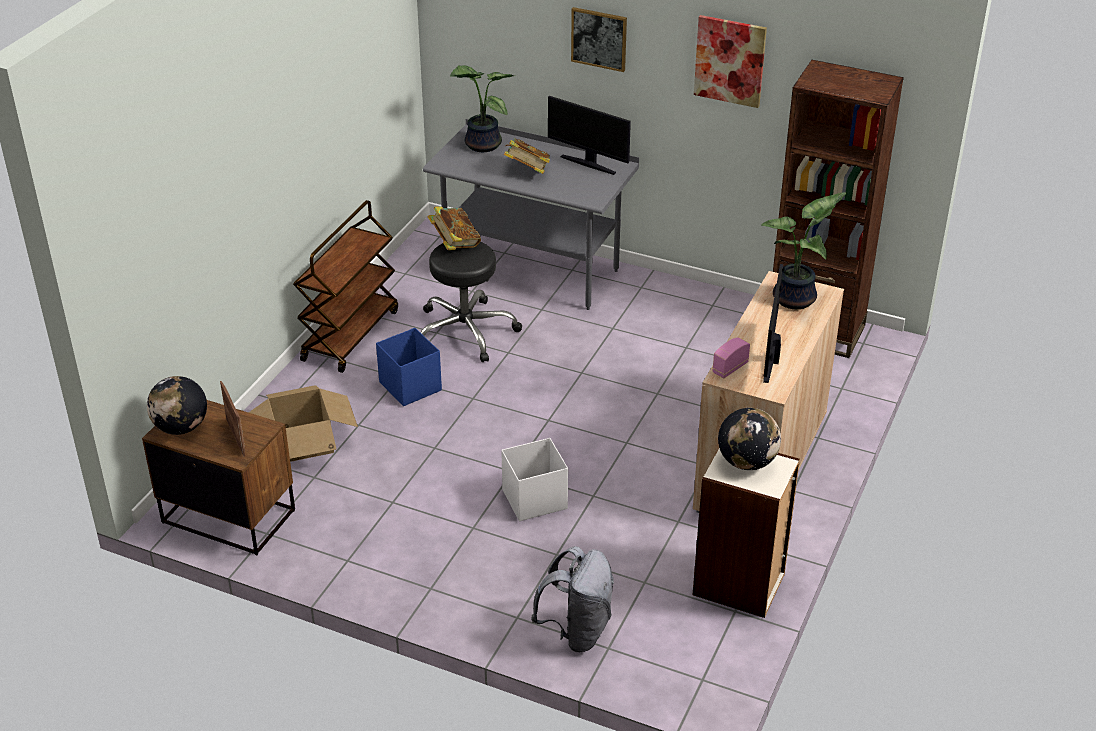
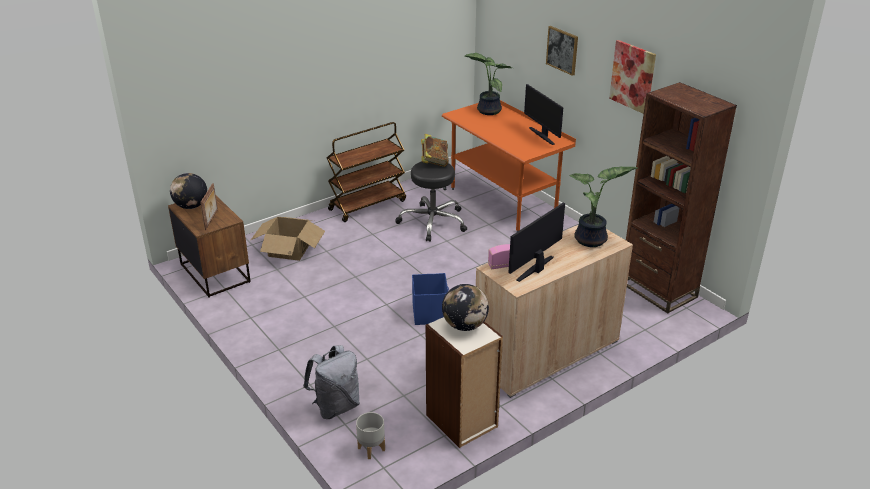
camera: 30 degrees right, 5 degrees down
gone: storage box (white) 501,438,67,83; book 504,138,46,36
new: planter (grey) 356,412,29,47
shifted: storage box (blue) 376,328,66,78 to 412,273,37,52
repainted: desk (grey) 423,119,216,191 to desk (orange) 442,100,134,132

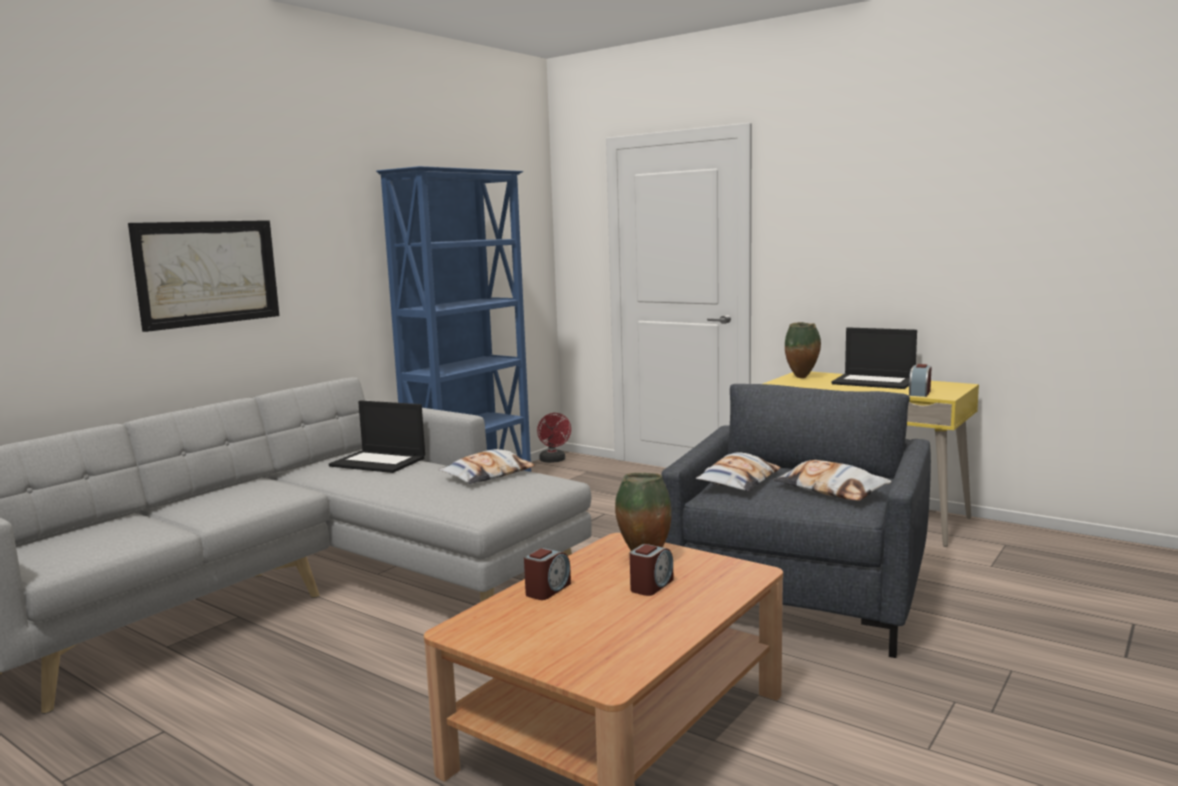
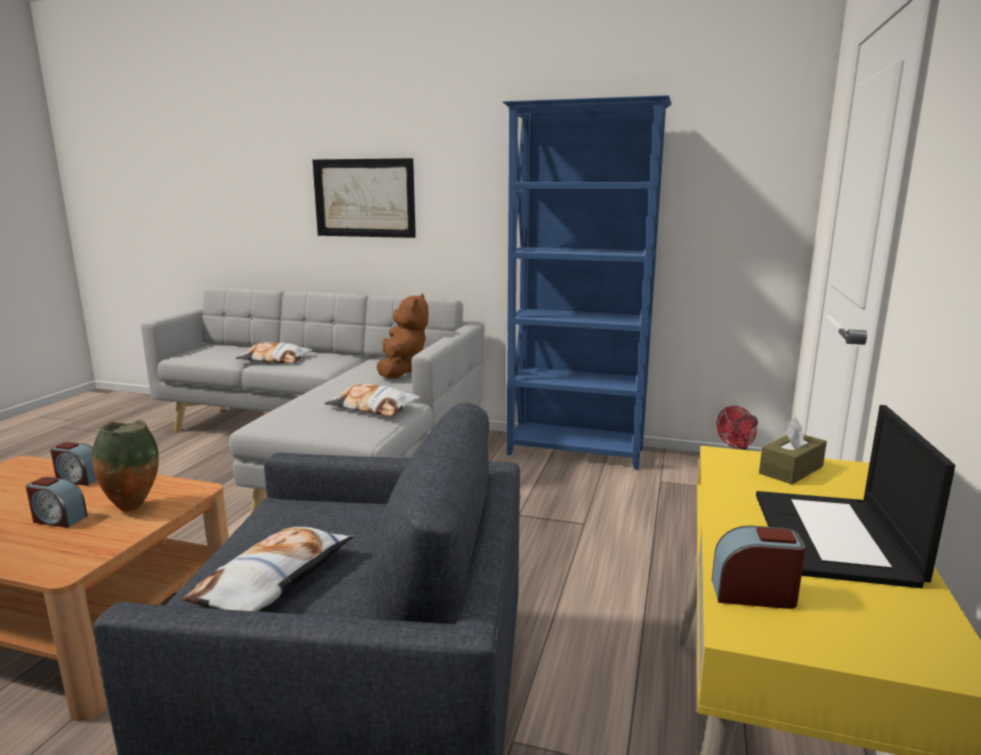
camera: 70 degrees right, 5 degrees up
shifted: pillow 696,452,85,39 to 236,342,77,21
swapped: laptop 329,400,96,73 to plush toy (brown) 376,293,52,85; vase 785,322,36,56 to tissue box (brown) 759,417,68,67

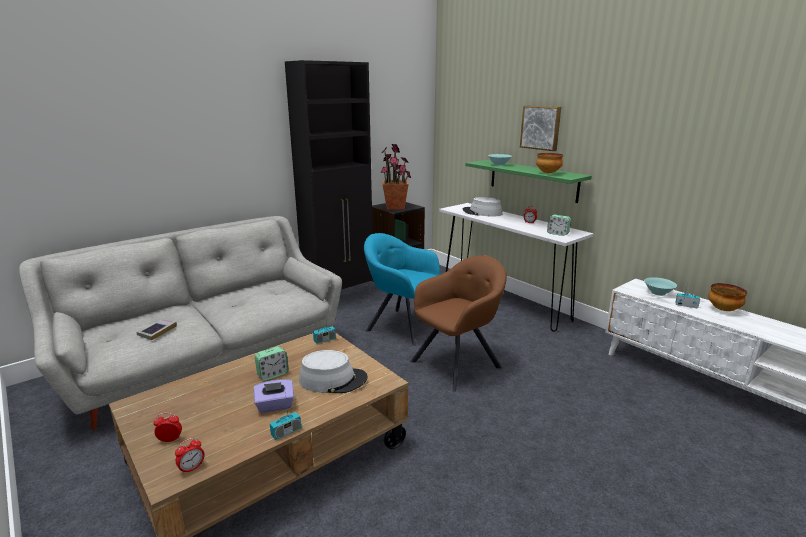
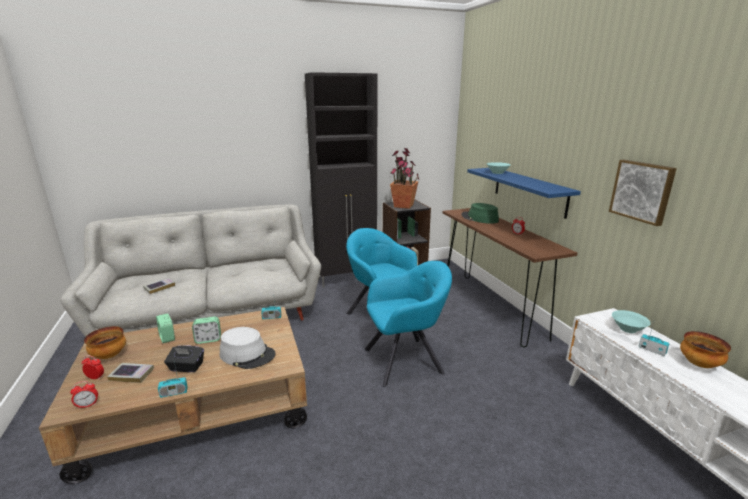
camera: 20 degrees right, 0 degrees up
new: book 107,363,47,20
shifted: picture 520,106,41,45 to 609,160,68,66; bowl 536,153,27,20 to 84,326,42,33; alarm clock 547,215,24,21 to 156,313,19,30
repainted: tissue box (purple) 254,379,40,34 to tissue box (black) 164,345,40,27; armchair (brown) 410,255,97,136 to armchair (turquoise) 364,261,88,126; console table (white) 439,203,155,129 to console table (brown) 443,208,134,140; hat (grey) 463,197,39,20 to hat (green) 461,203,38,21; shelf (green) 465,160,127,43 to shelf (blue) 467,168,114,51

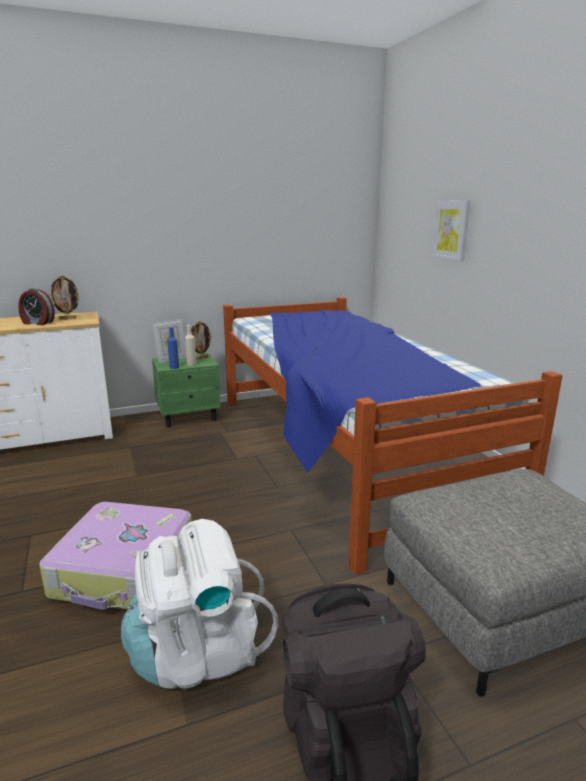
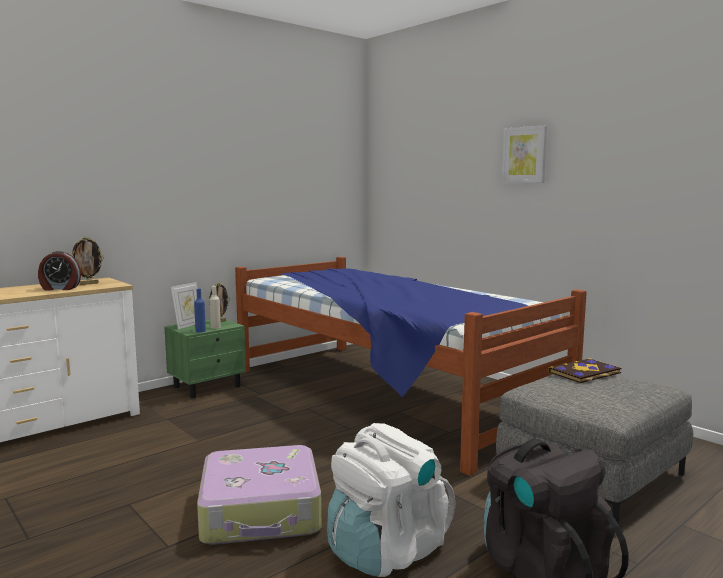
camera: 20 degrees left, 10 degrees down
new: book 548,358,74,25
shifted: picture 431,200,40,61 to 502,125,45,58

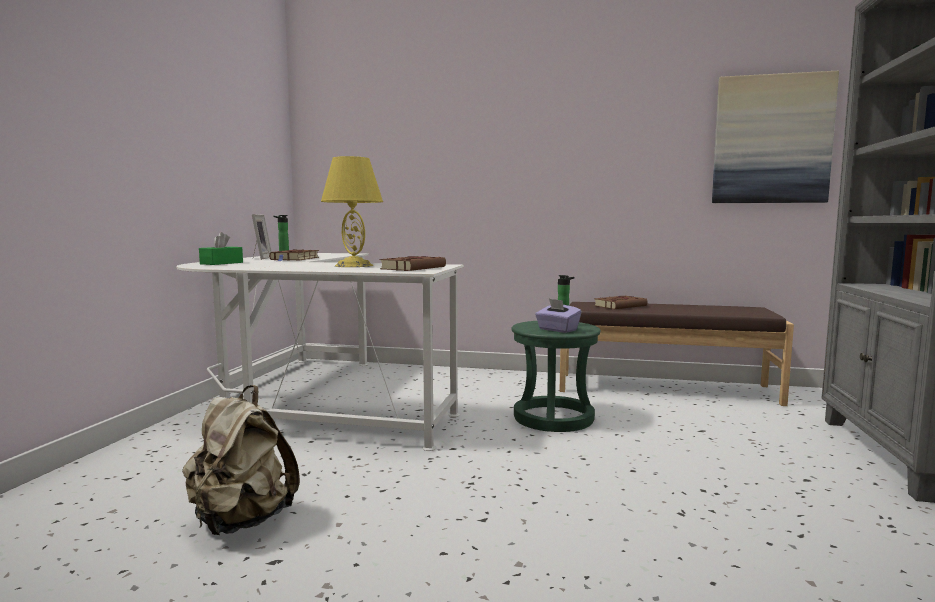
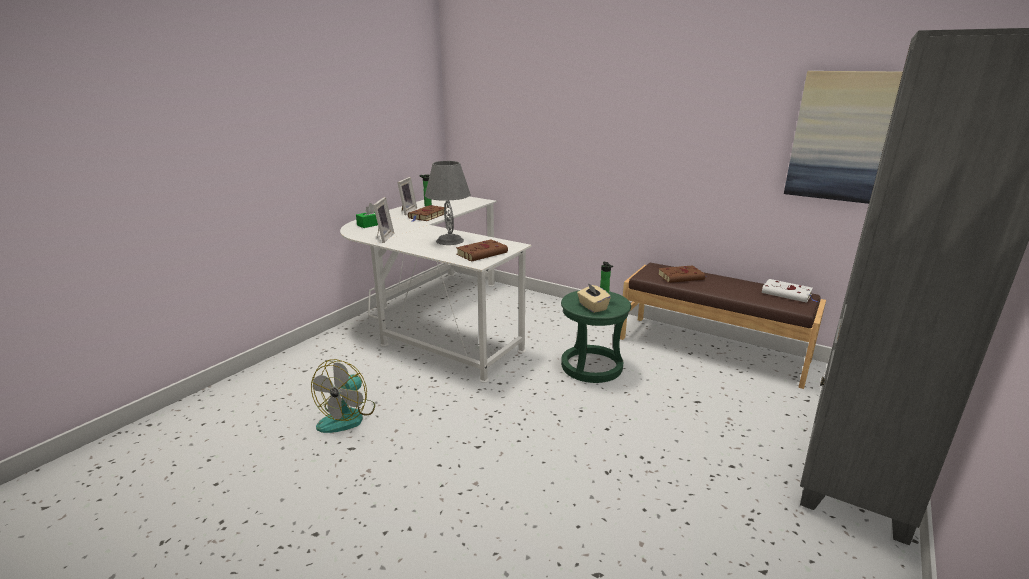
camera: 20 degrees right, 15 degrees up
new: picture frame 373,197,21,46; book (white) 762,279,55,24
swapped: backpack (beige) 182,385,118,150 to fan 311,359,64,74
repainted: table lamp (yellow) 321,156,62,111 to table lamp (grey) 425,161,46,84; tissue box (purple) 535,299,47,34 to tissue box (beige) 577,283,34,30

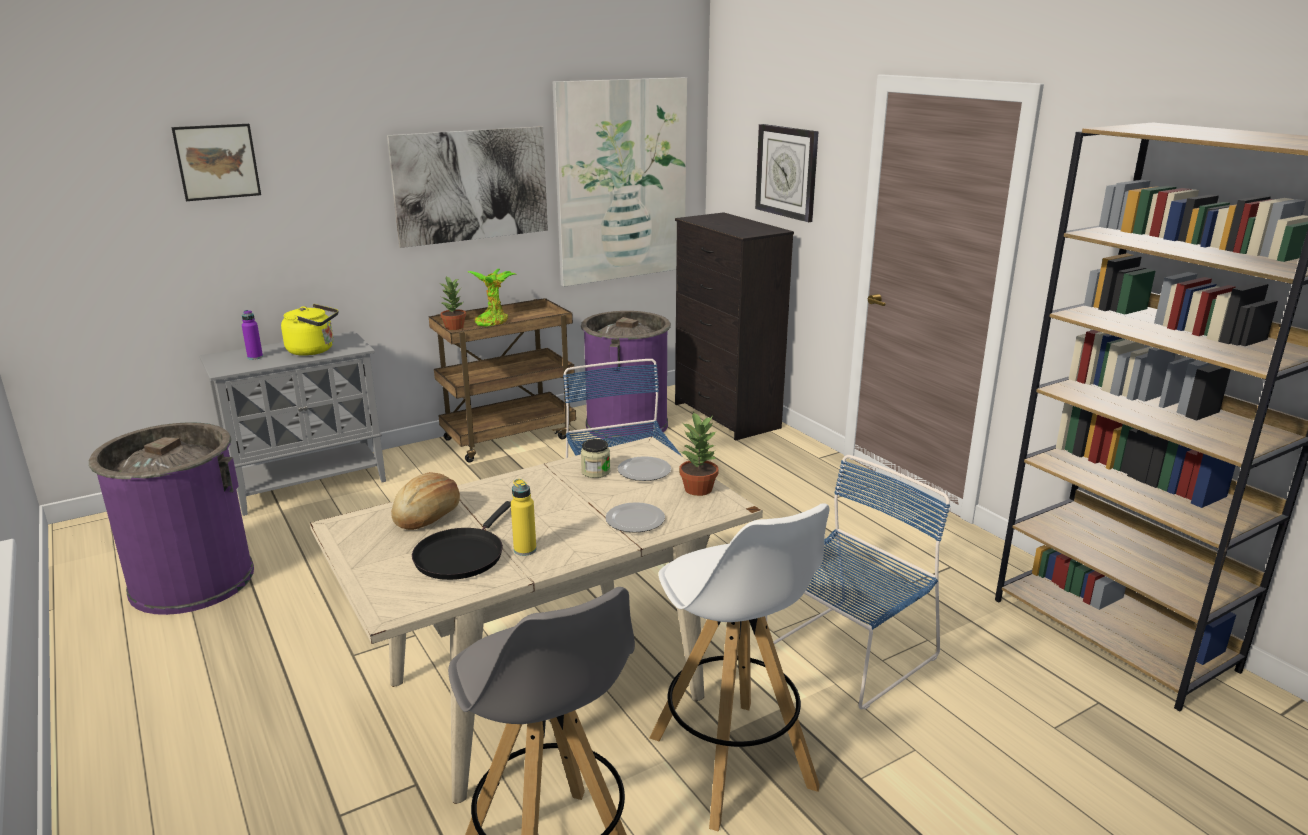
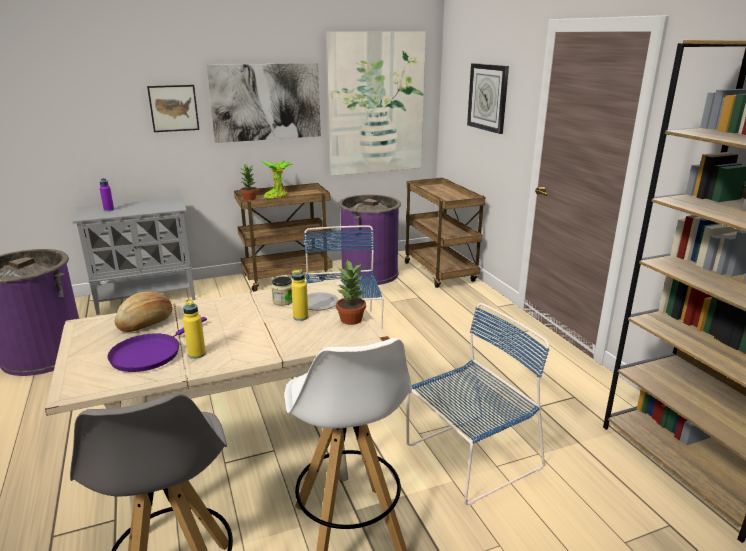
camera: 10 degrees right, 0 degrees up
gone: kettle (yellow) 281,304,57,52; plate 605,502,60,31
new: bottle (yellow) 291,269,18,52
shifted: picture 171,124,90,77 to 147,85,52,47
swapped: dresser (black) 675,212,119,229 to cart (brown) 405,178,80,110
repainted: frying pan (black) 412,501,99,79 to frying pan (purple) 107,317,100,55

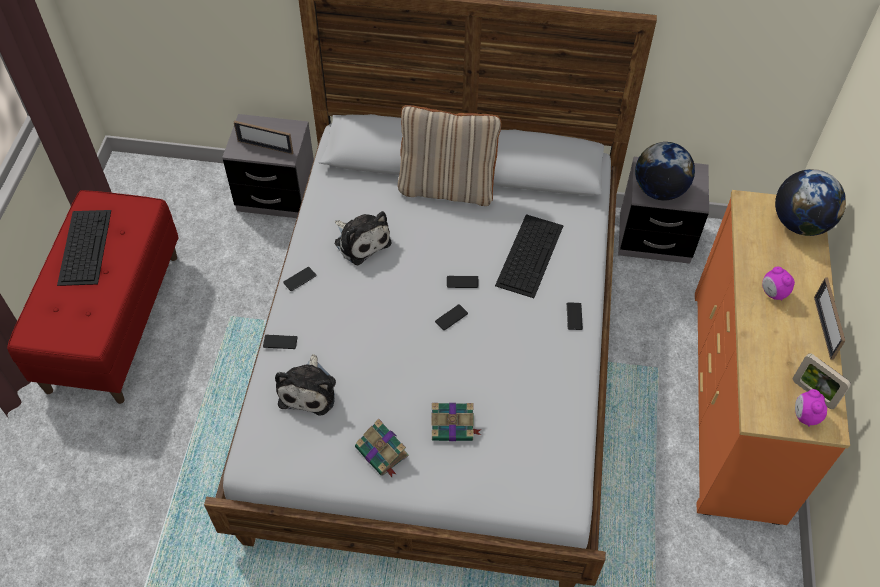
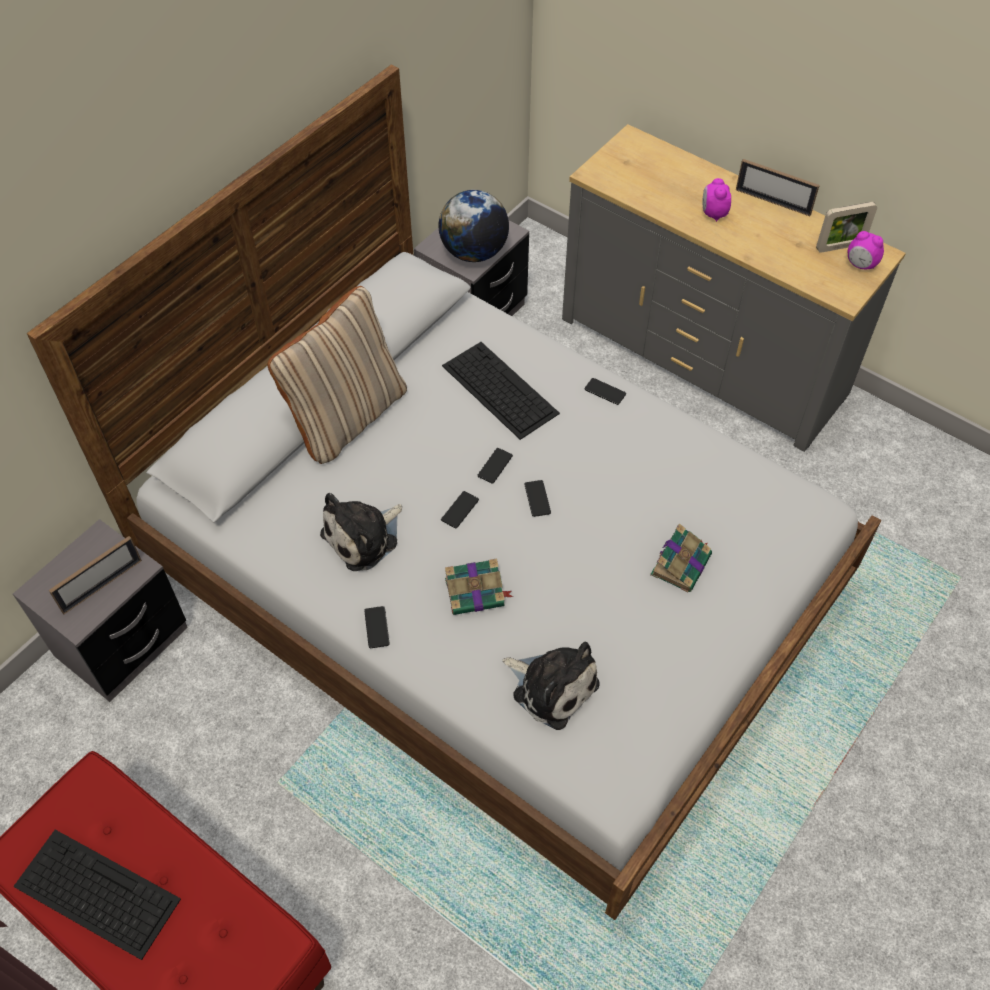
camera: 60 degrees left, 0 degrees up
gone: globe 775,169,71,67
shifted: phone 263,335,35,14 to 441,491,38,37; book 355,419,54,58 to 445,559,68,56
repainted: dresser (orange) 695,190,155,335 to dresser (grey) 562,124,344,328
rotated: plush toy 335,211,57,55 = 320,493,82,78 150 degrees clockwise; alarm clock 762,267,33,33 = 702,178,29,44 90 degrees clockwise

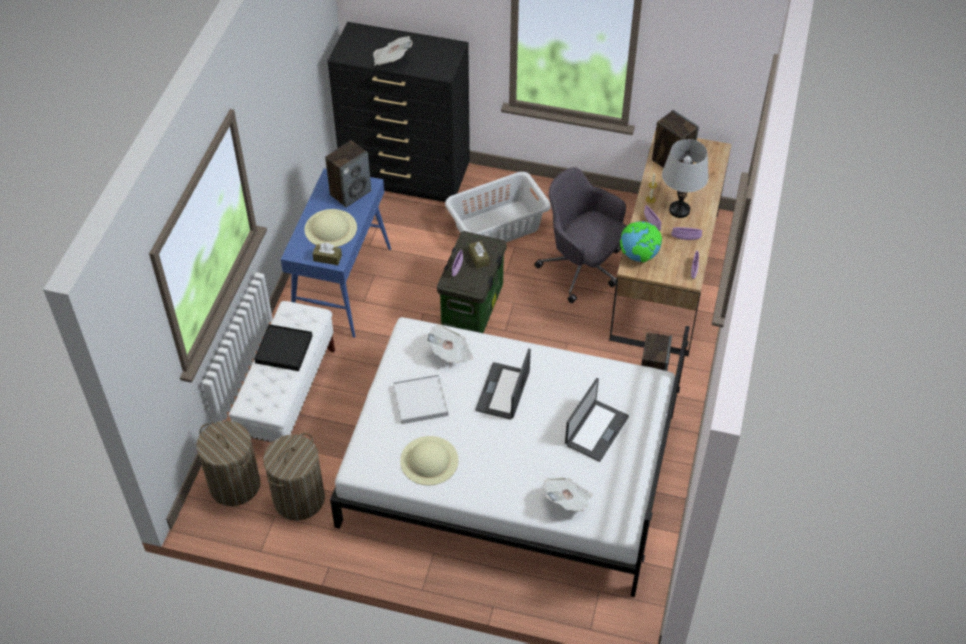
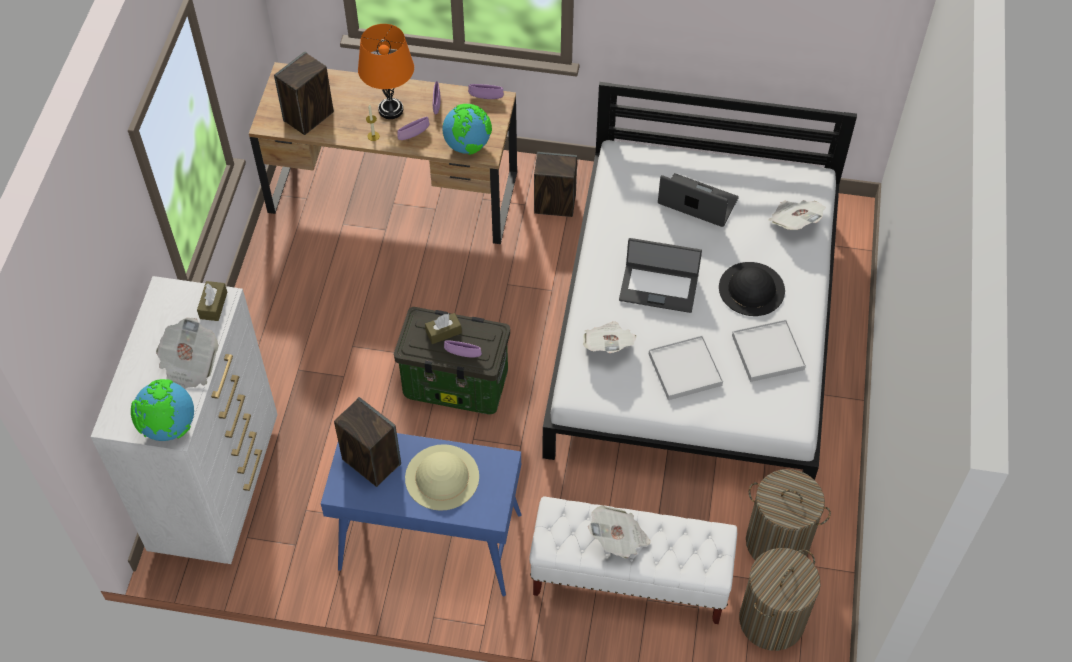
camera: 95 degrees left, 5 degrees up
gone: laundry basket (grey) 445,172,106,70; office chair (grey) 534,167,93,136
new: globe 131,379,63,62; hat (black) 719,262,66,54
shifted: tissue box (brown) 313,243,29,22 to 197,281,30,40
swapped: tray (black) 254,324,59,47 to newspaper 588,505,63,53; hat (beige) 400,436,59,49 to tray (white) 732,319,74,63
repainted: dresser (black) 328,22,142,180 to dresser (white) 91,276,187,288; table lamp (grey) 662,139,47,79 to table lamp (orange) 358,24,56,95

